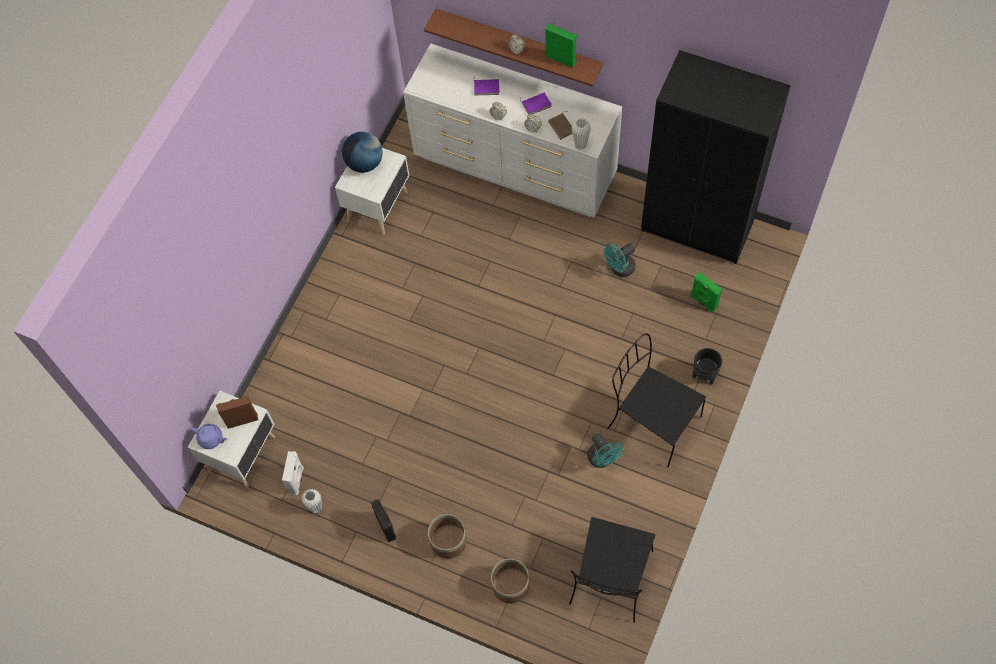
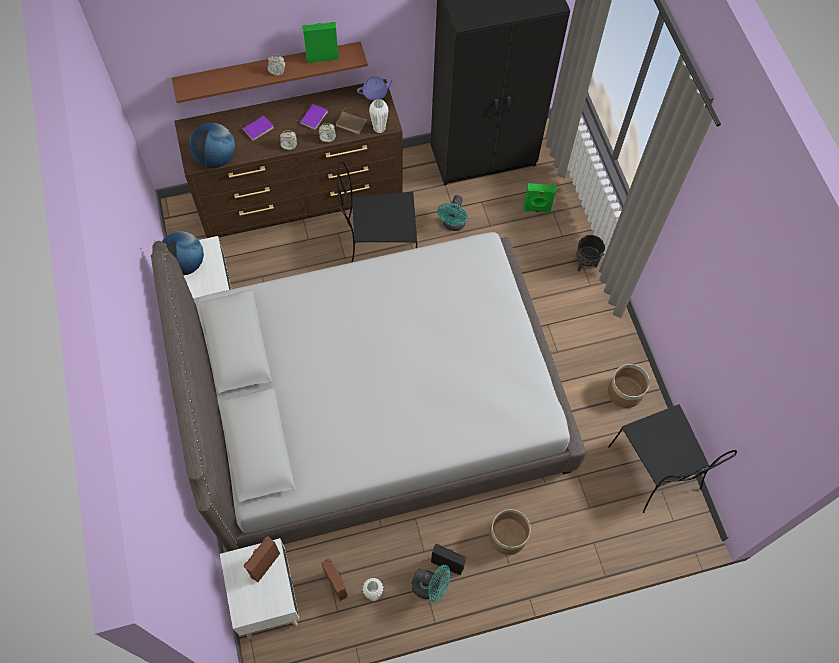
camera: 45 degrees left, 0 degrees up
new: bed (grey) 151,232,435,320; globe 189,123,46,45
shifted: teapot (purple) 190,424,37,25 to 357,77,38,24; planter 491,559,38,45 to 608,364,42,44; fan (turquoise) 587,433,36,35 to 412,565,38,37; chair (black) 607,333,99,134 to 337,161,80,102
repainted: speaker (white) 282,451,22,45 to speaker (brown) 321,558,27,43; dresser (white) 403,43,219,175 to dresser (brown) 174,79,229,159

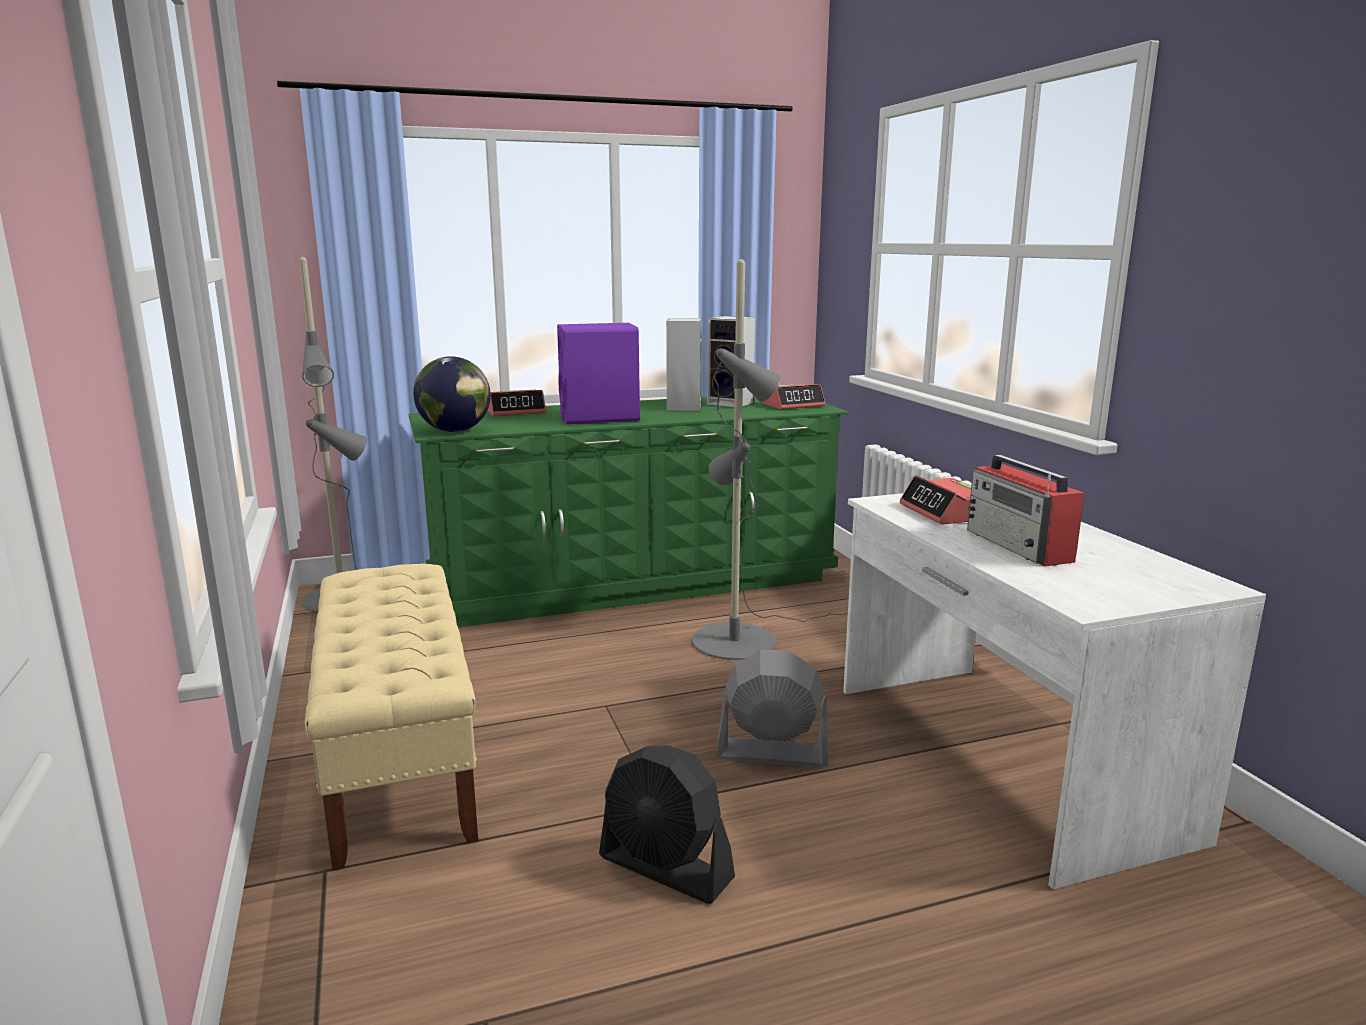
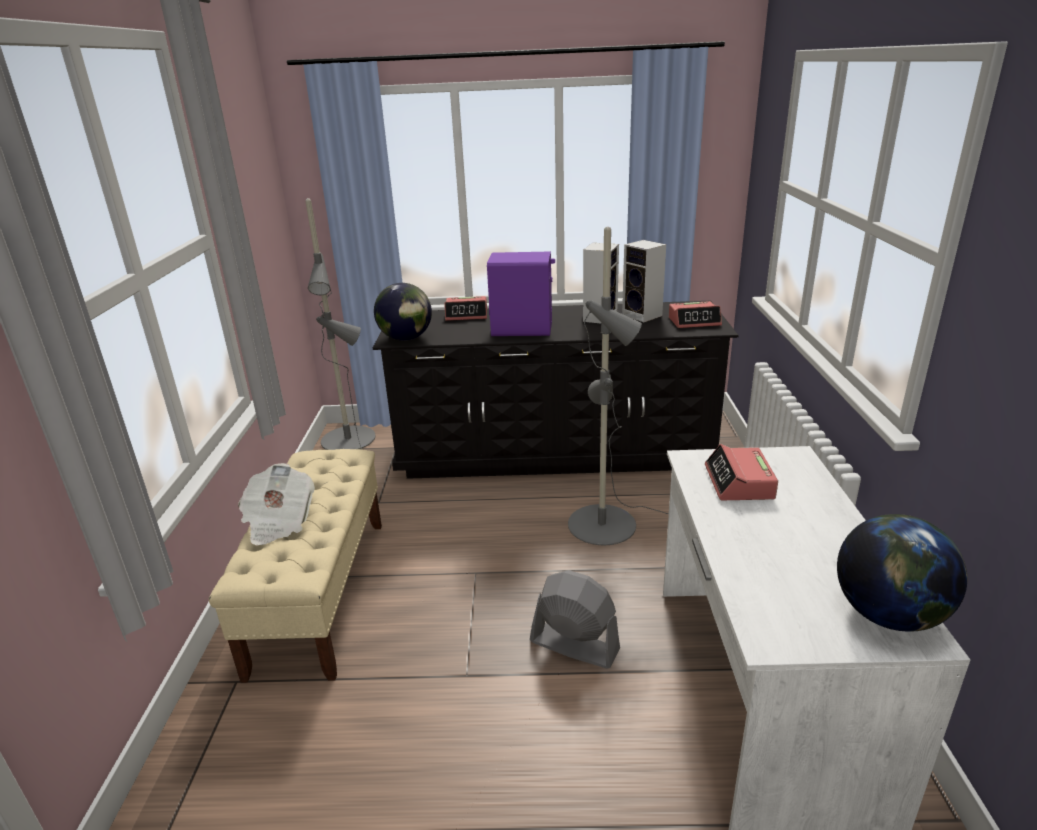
camera: 20 degrees right, 10 degrees up
gone: fan (black) 599,745,136,159; radio 967,455,117,112
new: newspaper 238,463,77,83; globe 837,514,130,118
repainted: dresser (green) 409,395,440,232 to dresser (black) 373,301,366,178

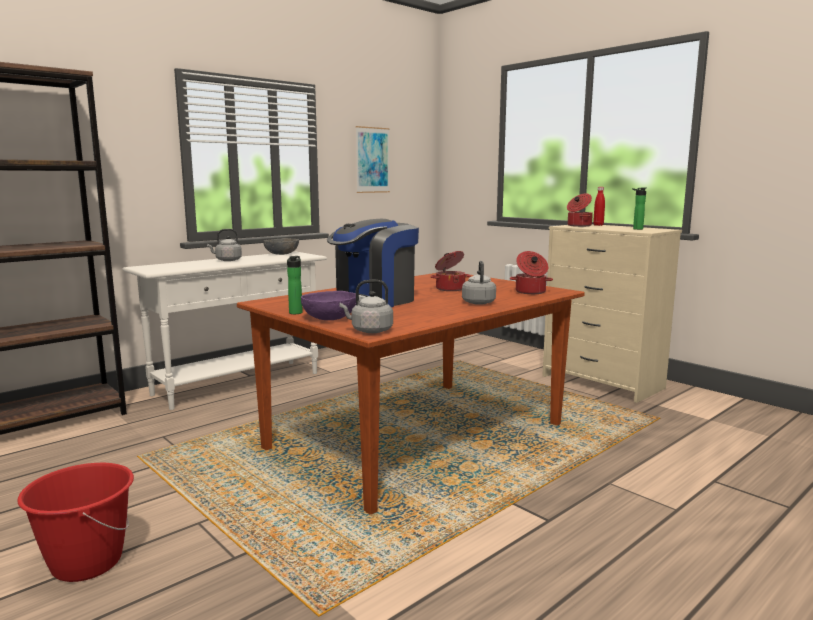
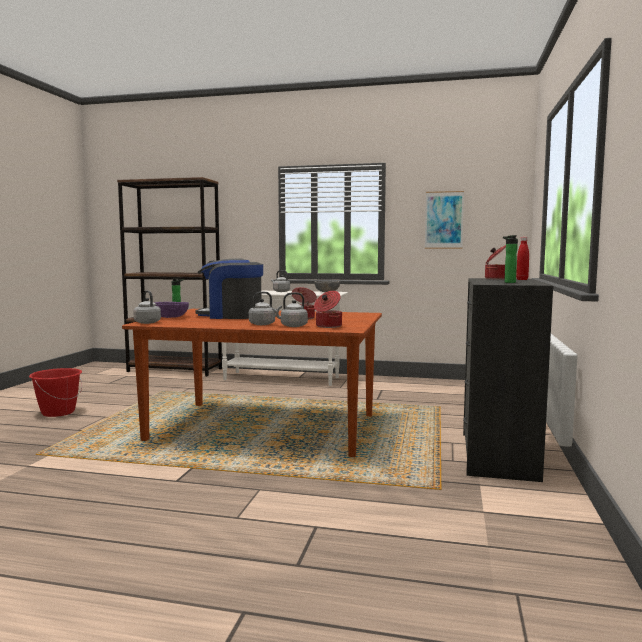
camera: 55 degrees right, 5 degrees down
new: kettle (grey) 272,292,36,35
repainted: dresser (beige) 542,224,140,179 to dresser (black) 463,278,91,204

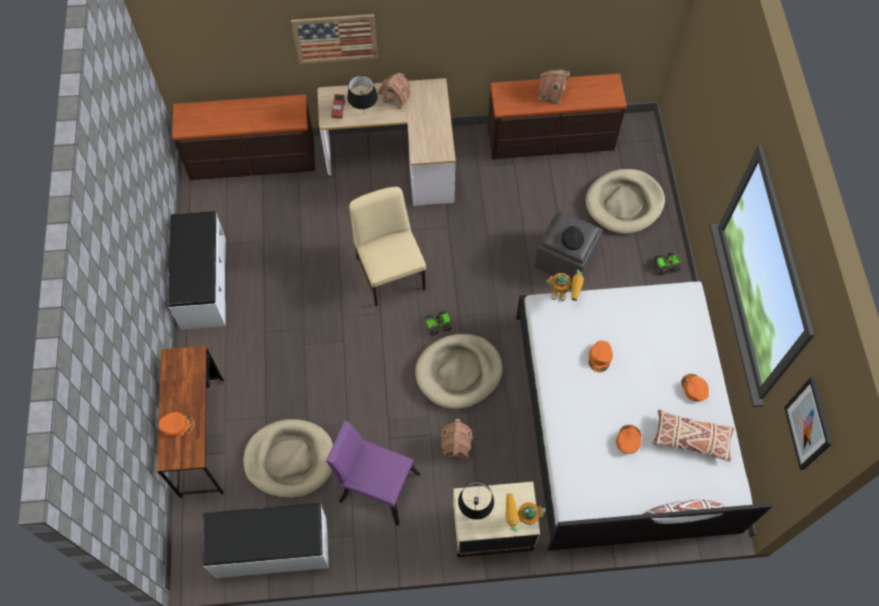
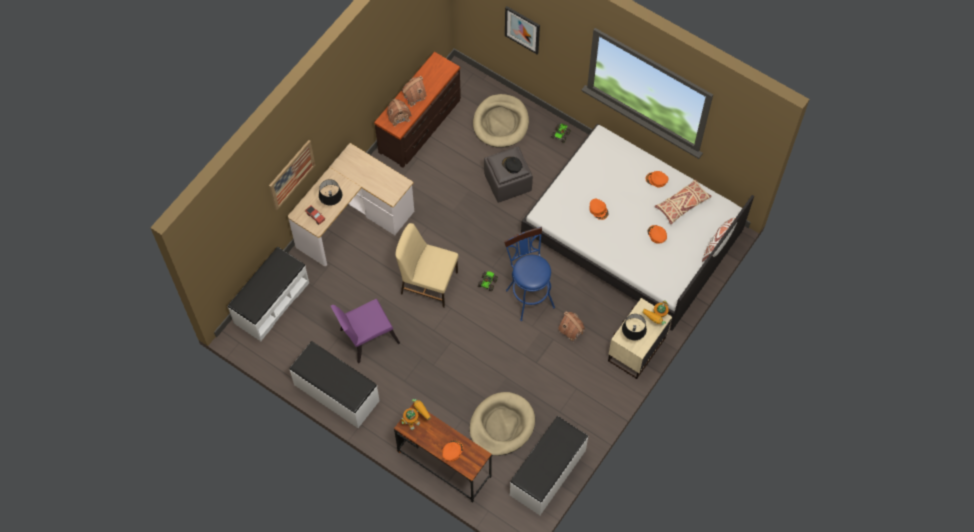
camera: 50 degrees left, 0 degrees up
shifted: chair (purple) 326,420,95,106 to 331,299,69,64; toy house 378,73,33,37 to 387,99,25,28; toy robot 546,270,38,31 to 401,399,30,31; picture 784,377,48,93 to 505,6,35,48
swapped: dresser (brown) 172,94,143,86 to bench (white) 228,247,81,94; dog bed (beige) 415,334,88,75 to stool (blue) 504,227,51,94

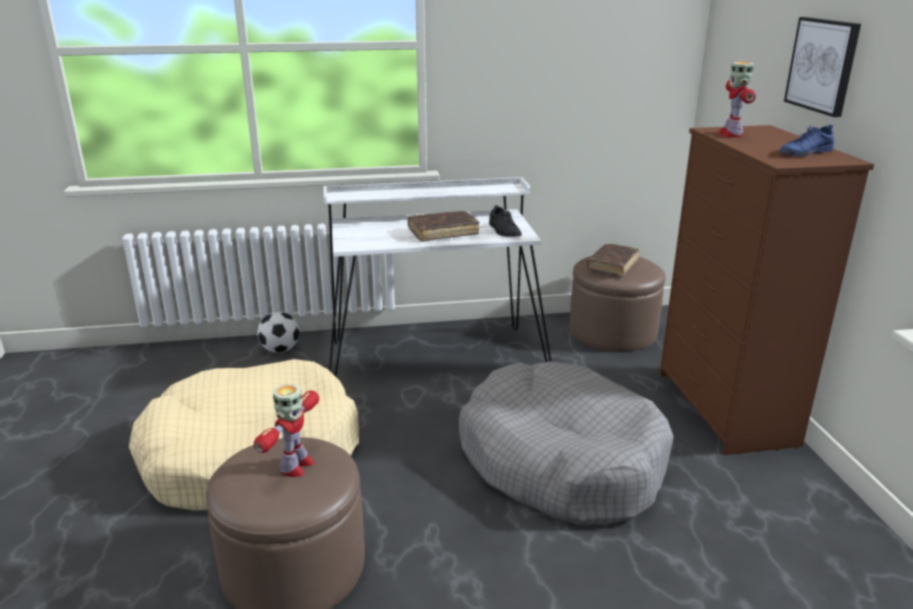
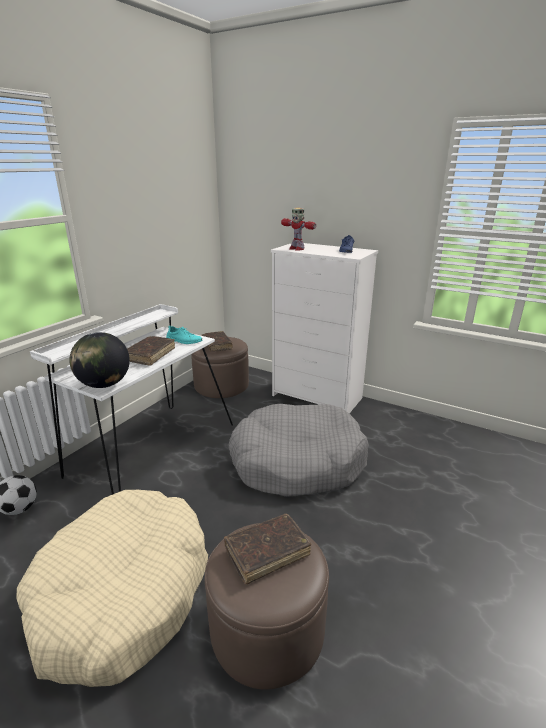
camera: 50 degrees left, 0 degrees up
gone: picture 784,17,77,100
new: globe 69,332,61,56
swapped: toy robot 254,385,65,92 to book (brown) 224,514,88,70
repainted: shoe (black) 489,205,32,32 to shoe (turquoise) 166,326,36,18; dresser (brown) 659,125,215,330 to dresser (white) 271,243,107,171

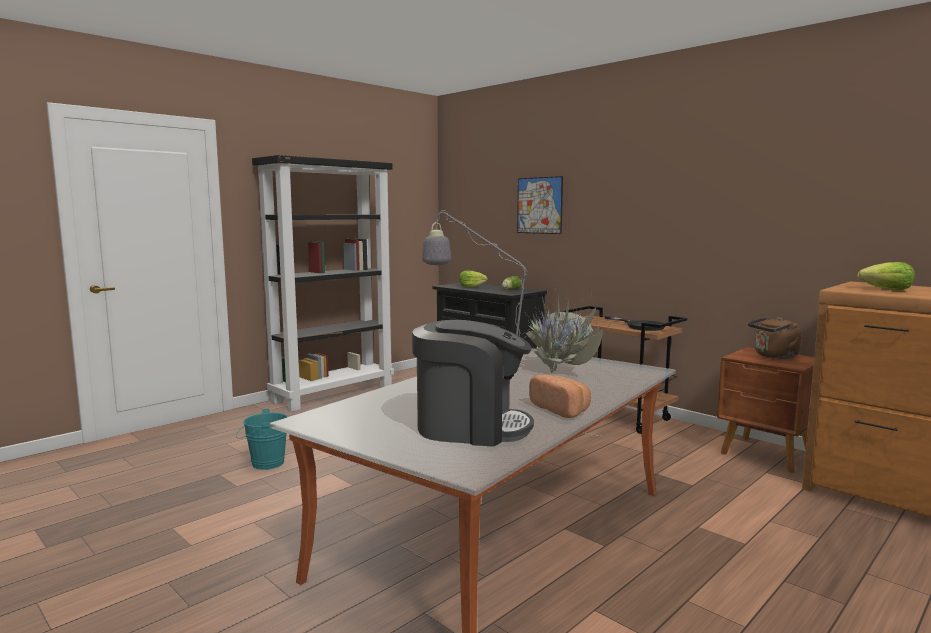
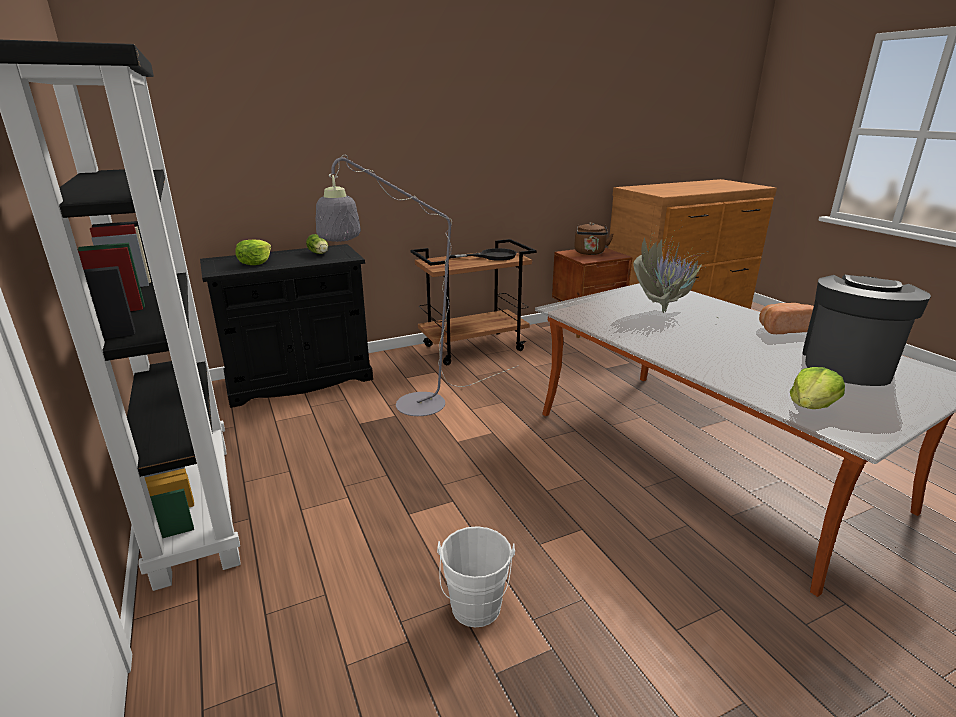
camera: 70 degrees left, 15 degrees up
gone: picture 517,176,46,58
shifted: lettuce 857,262,58,28 to 790,367,55,42
repainted: bucket (turquoise) 236,408,52,62 to bucket (white) 437,526,78,101

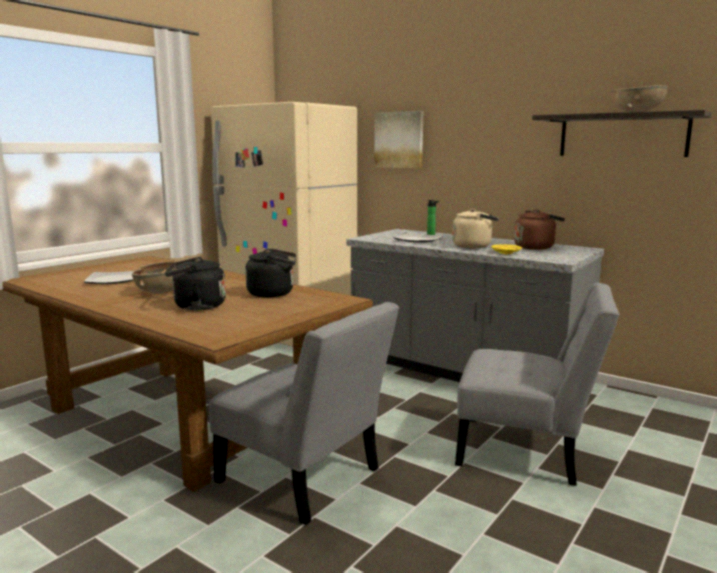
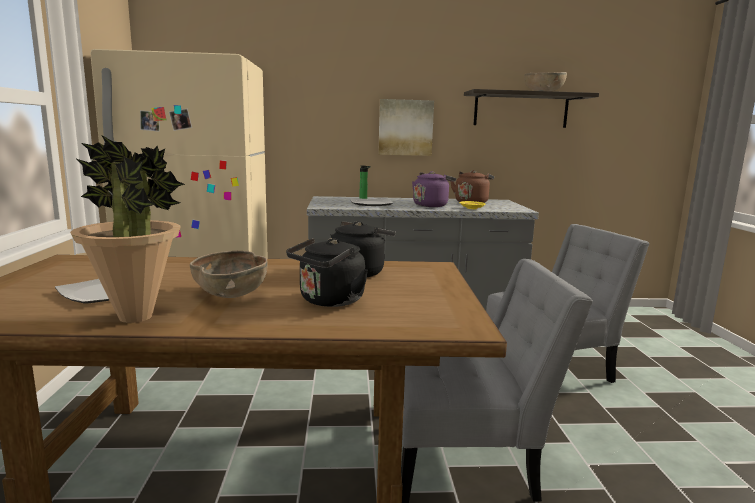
camera: 40 degrees left, 0 degrees up
new: potted plant 70,135,115,188
shifted: picture 374,111,49,57 to 378,99,56,57
repainted: kettle (beige) 452,209,47,39 to kettle (purple) 412,171,44,36

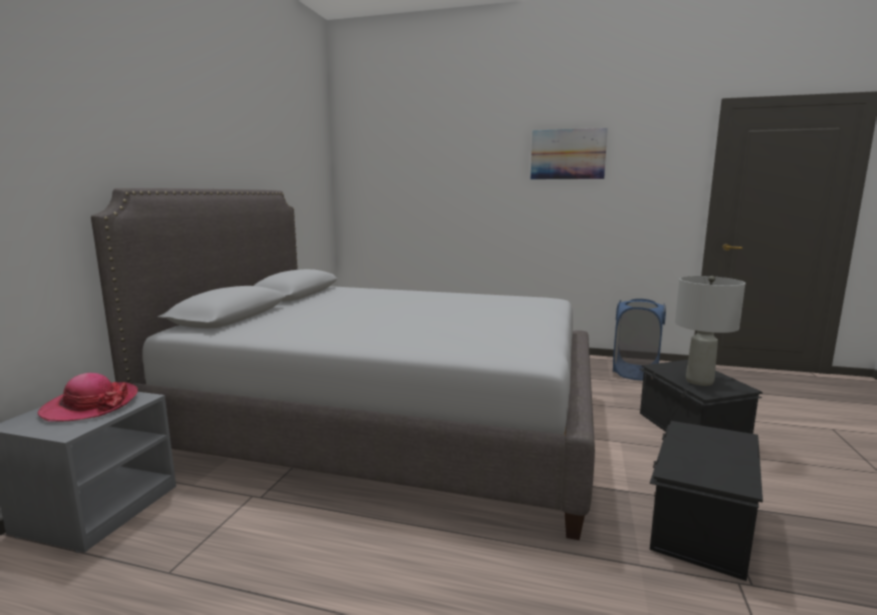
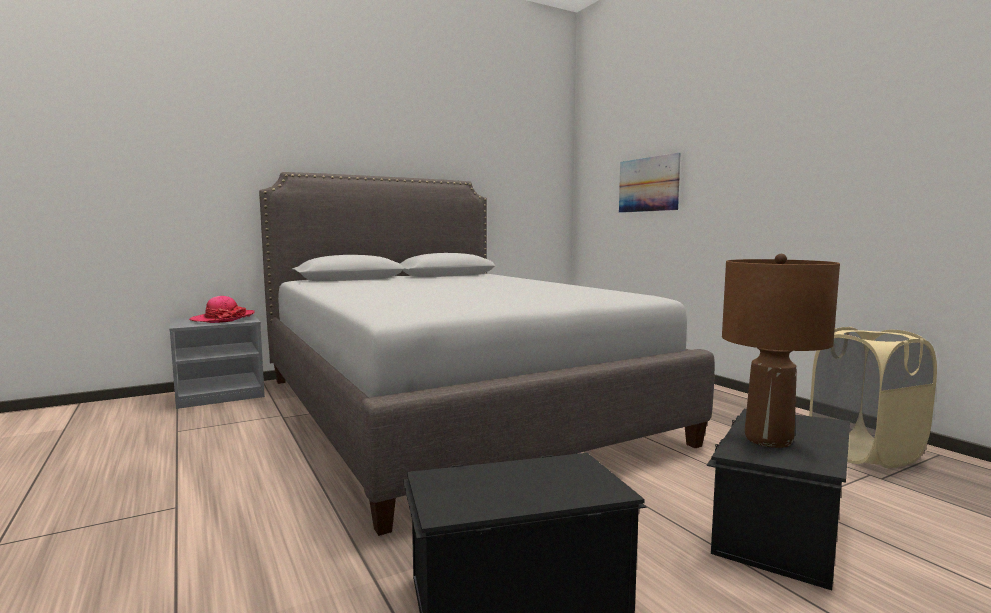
camera: 45 degrees right, 5 degrees down
shifted: picture 531,128,77,51 to 619,153,62,60
repainted: laundry basket (blue) 613,299,53,81 to laundry basket (beige) 809,327,128,141; table lamp (grey) 675,276,70,110 to table lamp (brown) 722,254,118,194

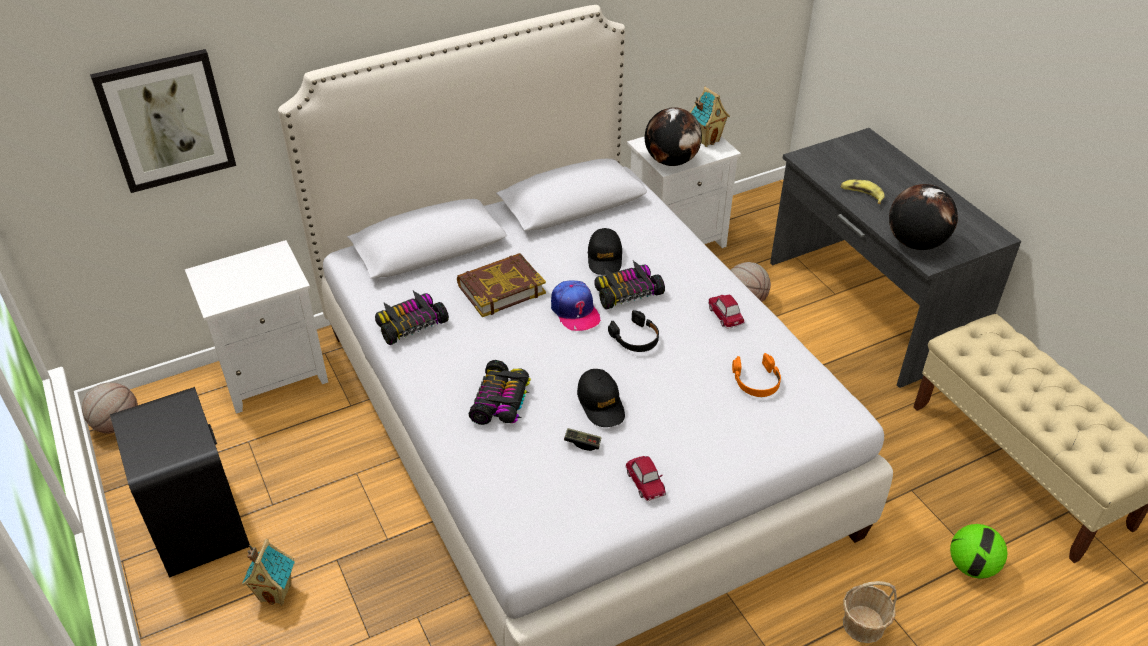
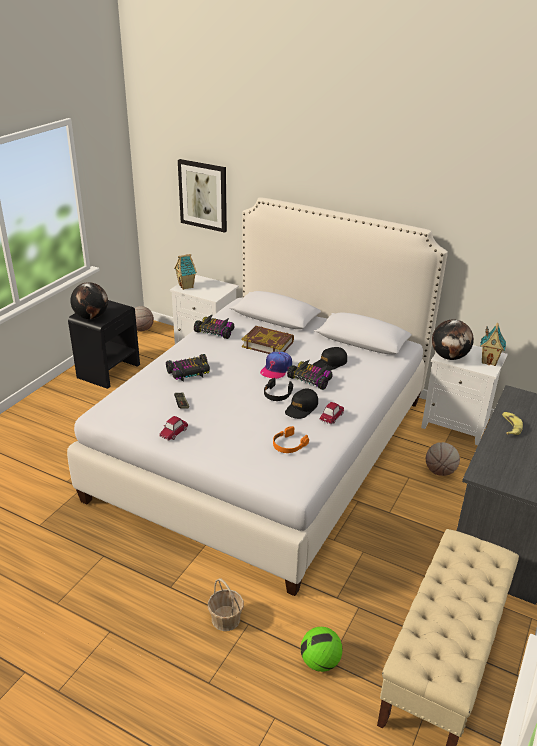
camera: 55 degrees right, 10 degrees down
shifted: toy house 242,539,53,66 to 174,254,23,36; cap (black) 577,369,48,58 to 285,388,33,31; globe 889,184,69,66 to 70,282,38,37

